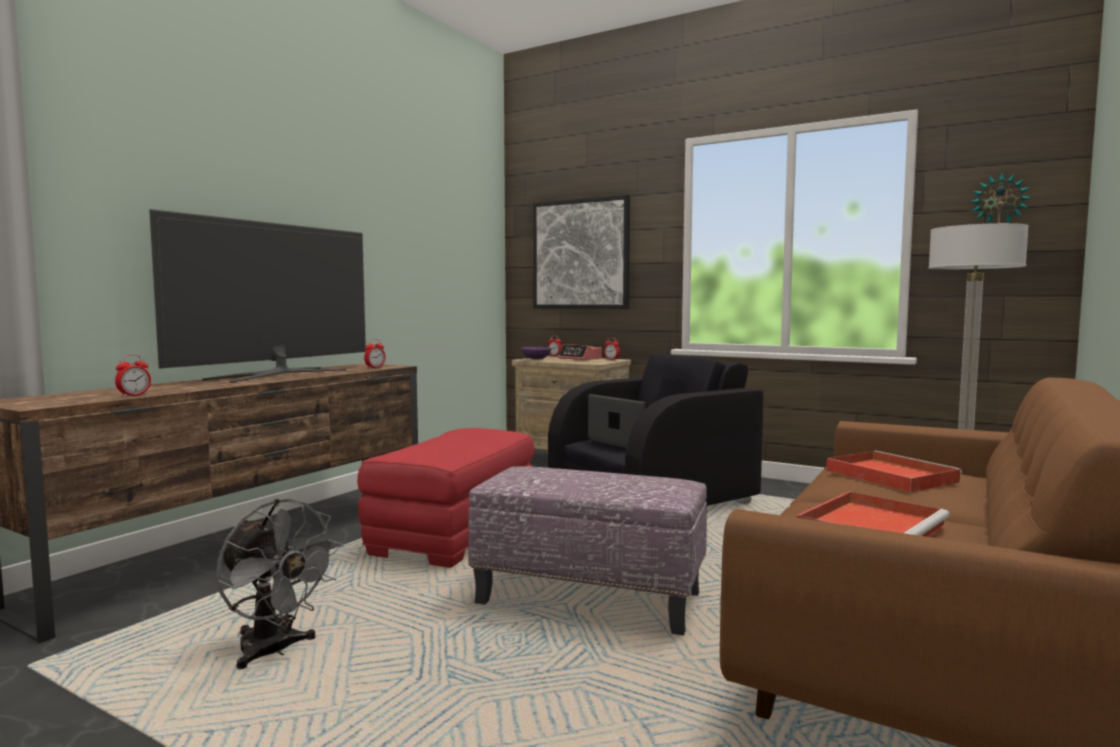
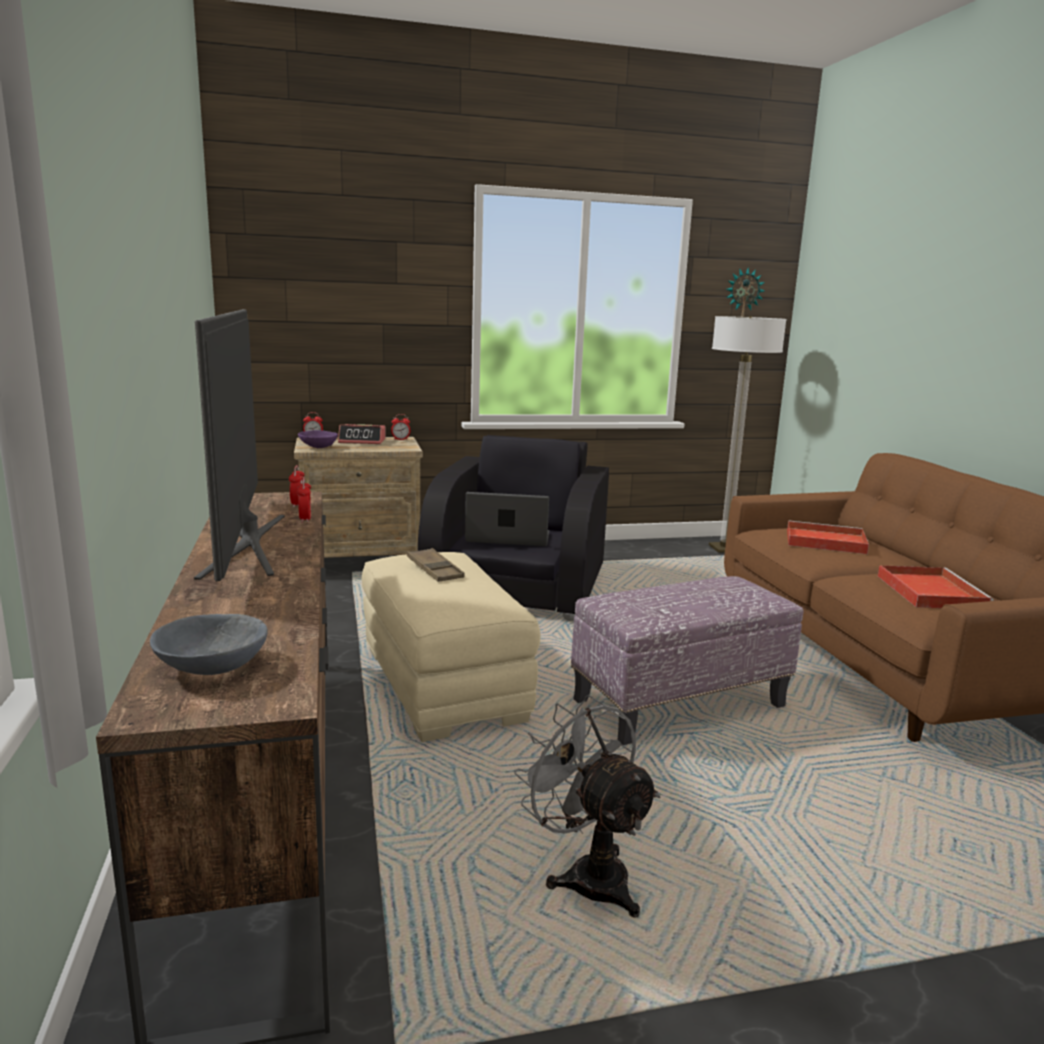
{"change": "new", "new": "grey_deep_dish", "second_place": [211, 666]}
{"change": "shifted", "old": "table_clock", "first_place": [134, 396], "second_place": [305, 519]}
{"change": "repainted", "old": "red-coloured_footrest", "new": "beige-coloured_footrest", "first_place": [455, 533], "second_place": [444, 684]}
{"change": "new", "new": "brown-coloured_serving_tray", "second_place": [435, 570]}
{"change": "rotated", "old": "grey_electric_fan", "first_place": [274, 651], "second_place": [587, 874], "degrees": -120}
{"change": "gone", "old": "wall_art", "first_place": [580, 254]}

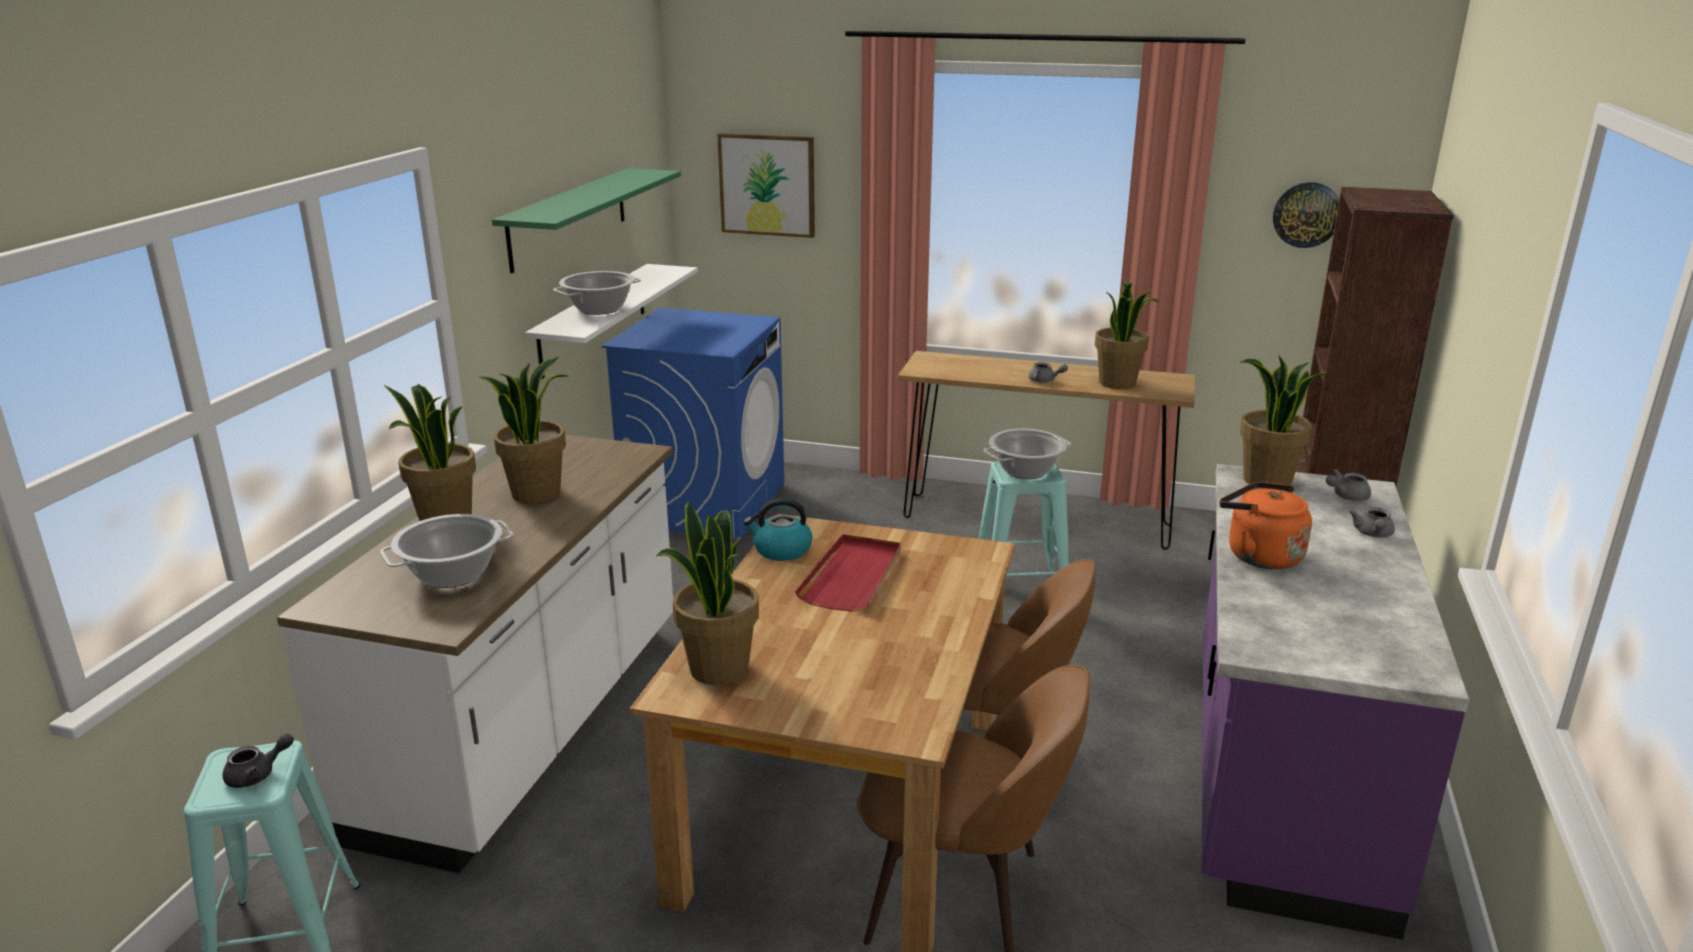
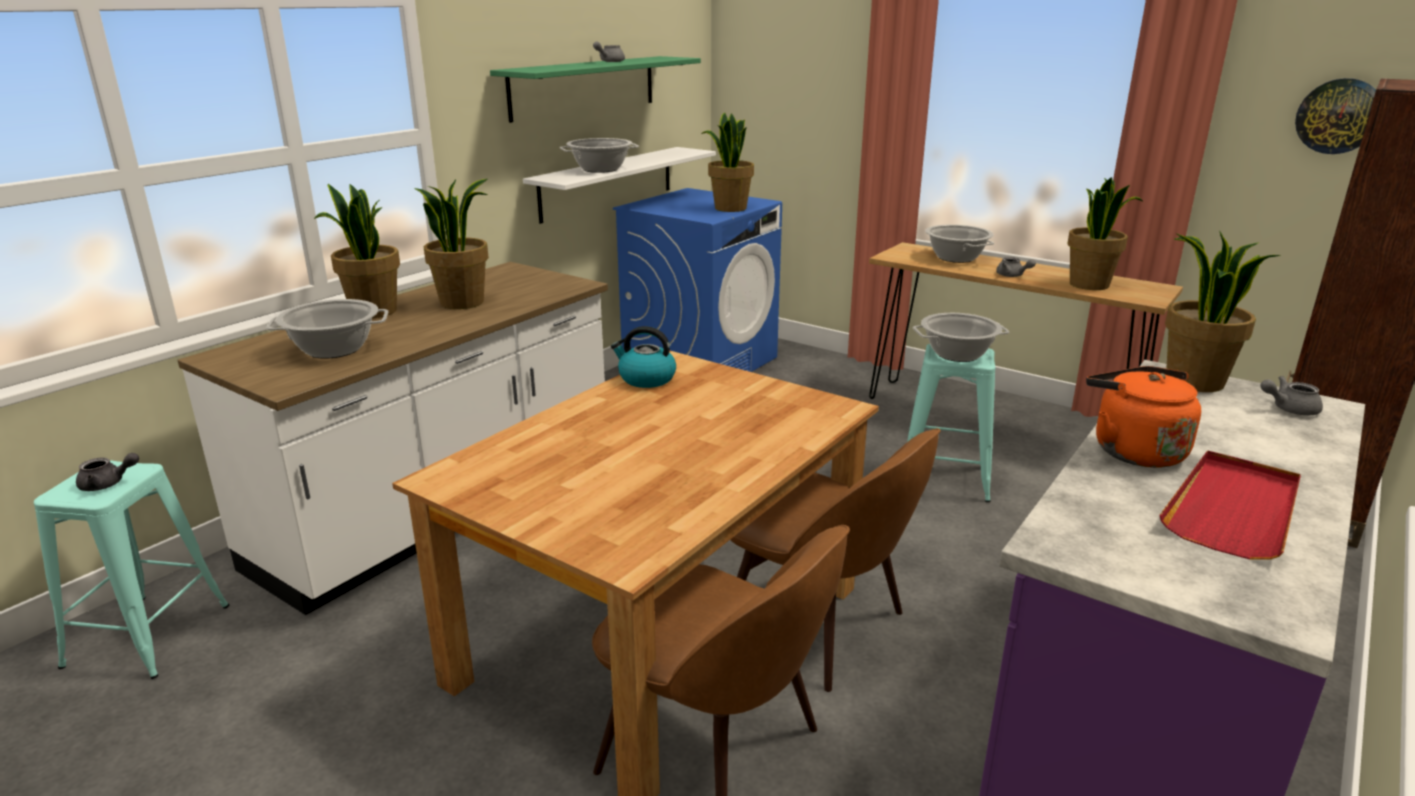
{"change": "shifted", "old": "grey_tea_pot", "first_place": [1372, 534], "second_place": [609, 61]}
{"change": "shifted", "old": "houseplant", "first_place": [717, 668], "second_place": [729, 208]}
{"change": "new", "new": "cooking_pot", "second_place": [955, 258]}
{"change": "shifted", "old": "red-coloured_serving_tray", "first_place": [852, 576], "second_place": [1233, 509]}
{"change": "gone", "old": "wall_art", "first_place": [767, 185]}

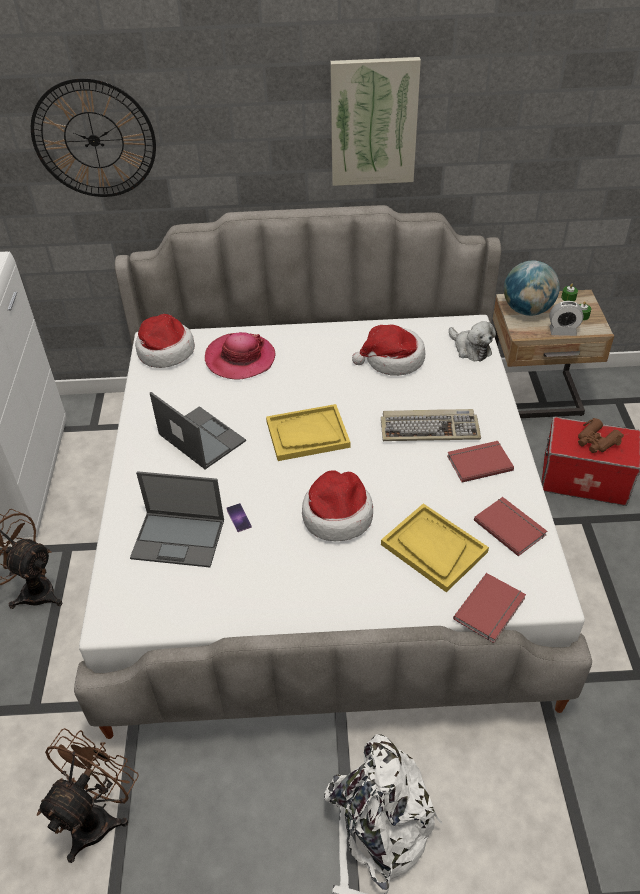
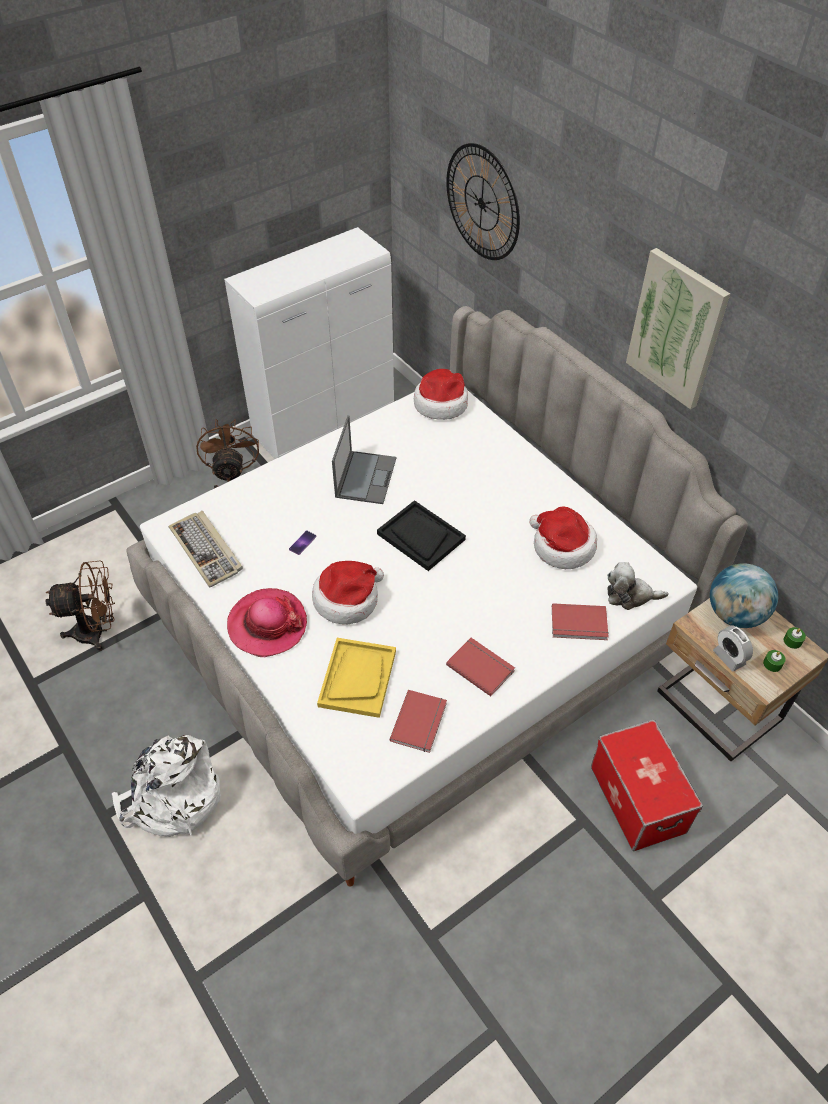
{"change": "shifted", "old": "PC_keyboard", "first_place": [430, 428], "second_place": [207, 550]}
{"change": "shifted", "old": "wearable_hat", "first_place": [240, 358], "second_place": [267, 624]}
{"change": "repainted", "old": "yellowish_serving_tray", "new": "black_serving_tray", "first_place": [307, 434], "second_place": [420, 537]}
{"change": "shifted", "old": "red-coloured_book", "first_place": [491, 609], "second_place": [579, 624]}
{"change": "rotated", "old": "plush_toy", "first_place": [470, 349], "second_place": [630, 595], "degrees": 75}
{"change": "gone", "old": "notebook_computer", "first_place": [179, 539]}
{"change": "gone", "old": "brown-coloured_binoculars", "first_place": [596, 441]}

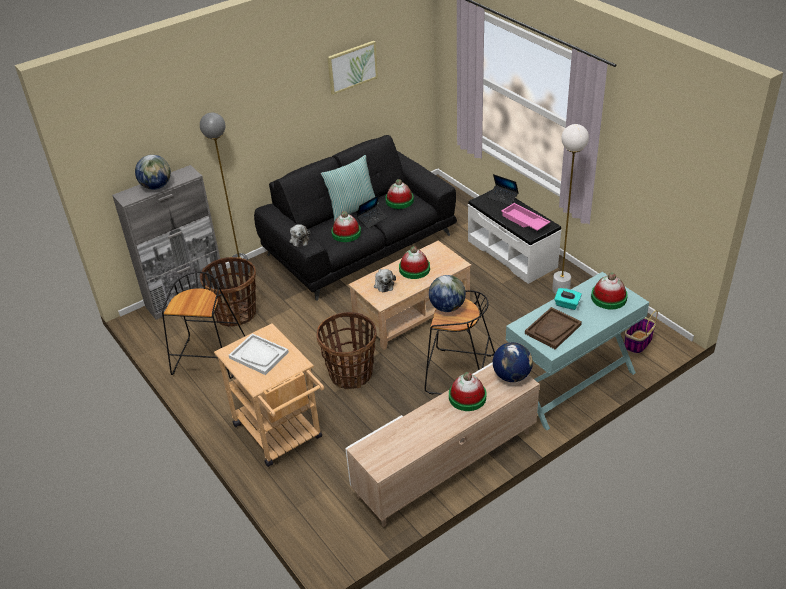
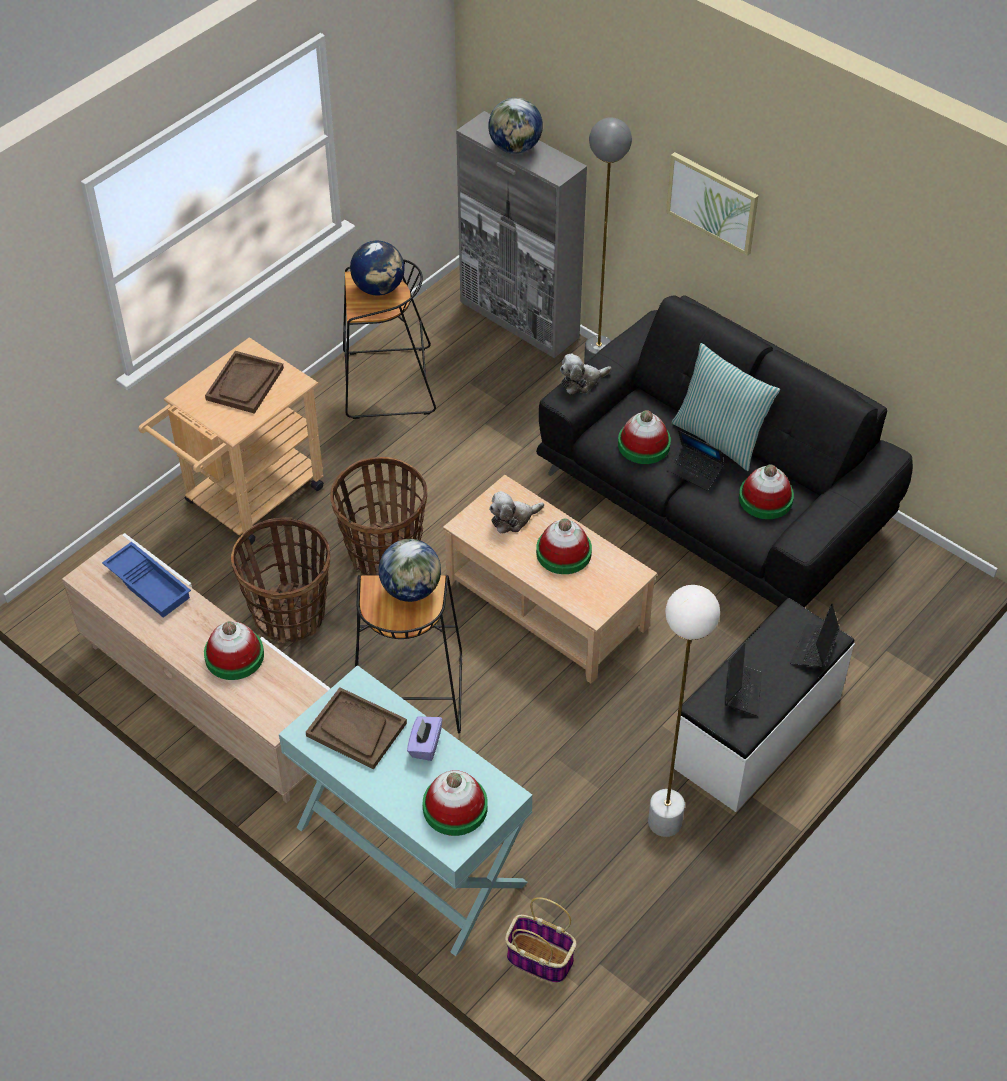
{"change": "new", "new": "blue_serving_tray", "second_place": [149, 583]}
{"change": "repainted", "old": "whitish_serving_tray", "new": "brown-coloured_serving_tray", "first_place": [259, 355], "second_place": [245, 384]}
{"change": "shifted", "old": "basket", "first_place": [236, 314], "second_place": [289, 615]}
{"change": "shifted", "old": "world_globe", "first_place": [512, 376], "second_place": [379, 288]}
{"change": "repainted", "old": "turquoise-coloured_tissue_box", "new": "purplish_tissue_box", "first_place": [567, 304], "second_place": [425, 745]}
{"change": "shifted", "old": "wall_art", "first_place": [352, 67], "second_place": [712, 202]}
{"change": "swapped", "old": "pinkish_serving_tray", "new": "notebook_computer", "first_place": [524, 221], "second_place": [742, 692]}

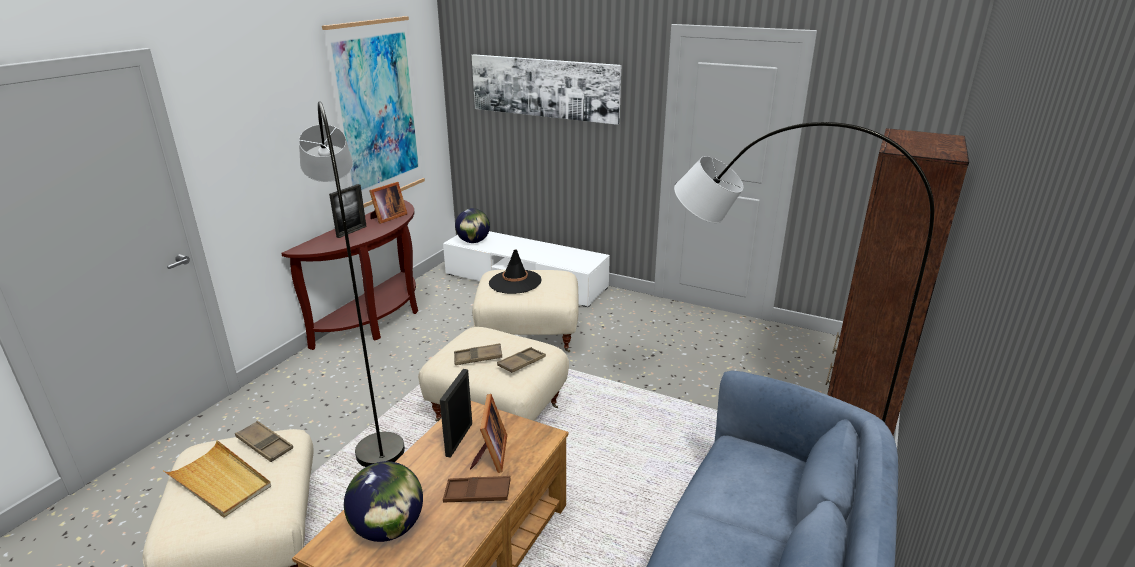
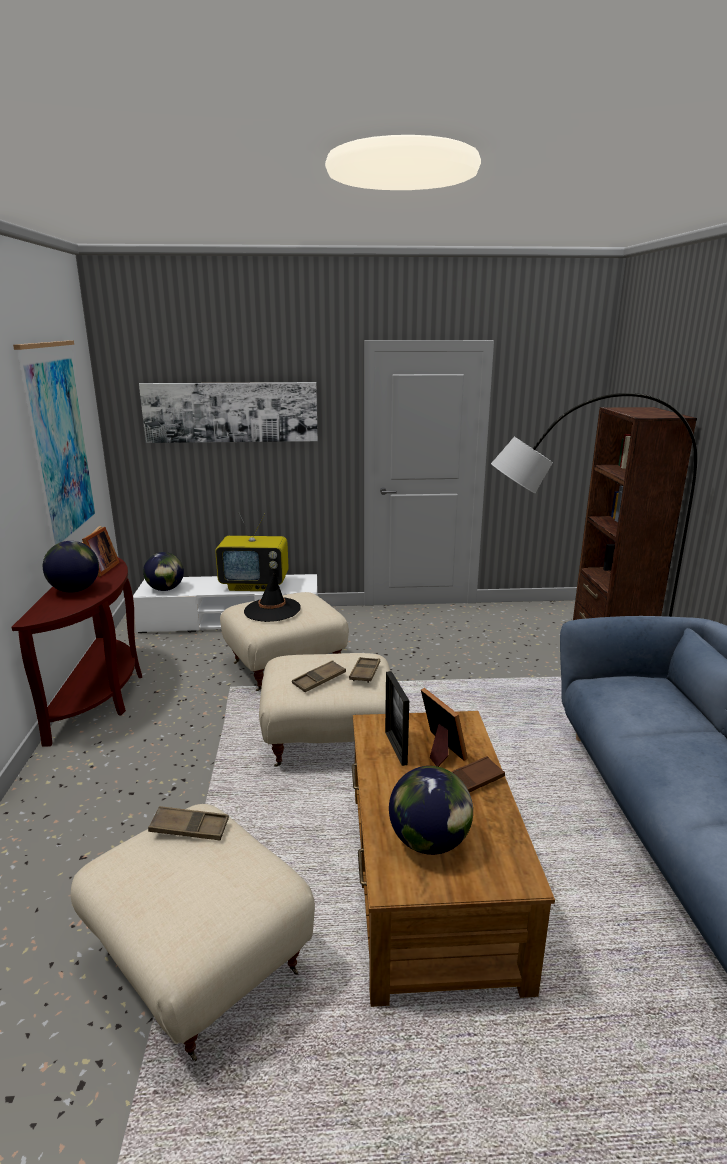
{"change": "swapped", "old": "standing_frame", "new": "world_globe", "first_place": [351, 231], "second_place": [75, 590]}
{"change": "new", "new": "TV_set", "second_place": [255, 585]}
{"change": "gone", "old": "beige-coloured_serving_tray", "first_place": [220, 482]}
{"change": "gone", "old": "grey_floor_lamp", "first_place": [368, 402]}

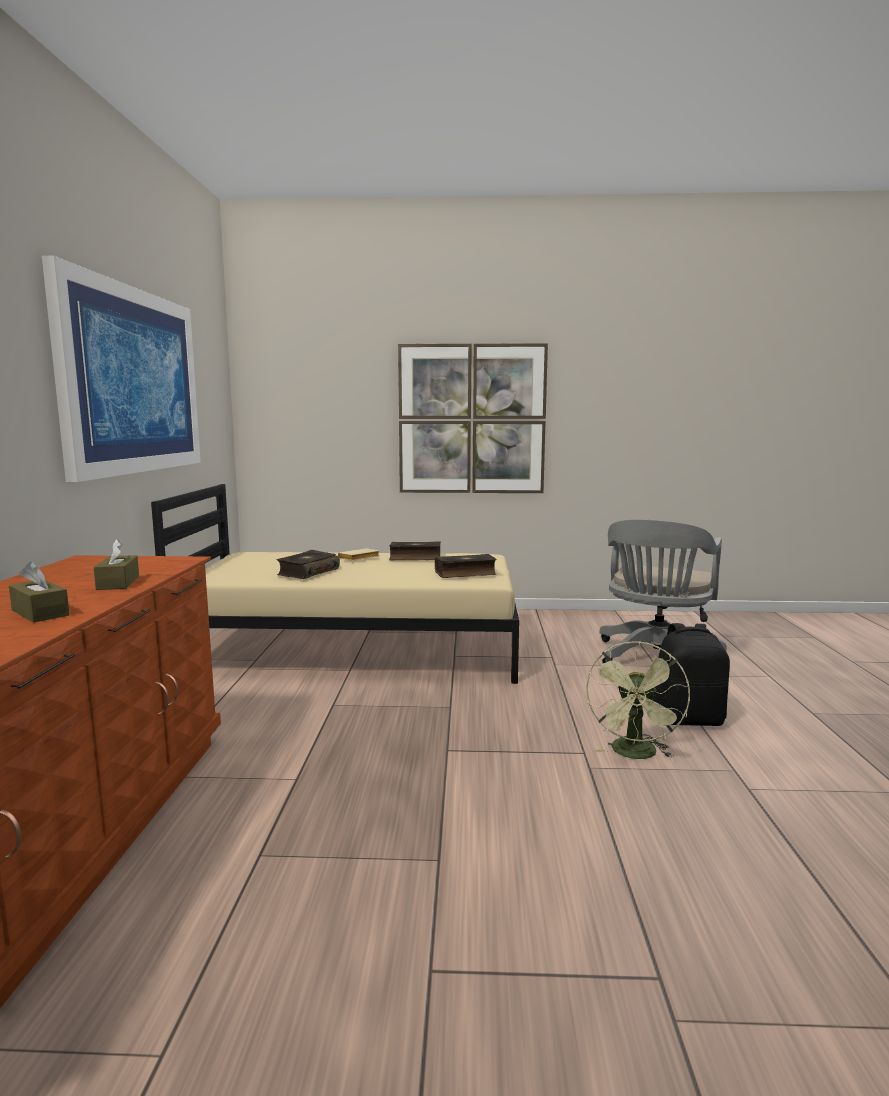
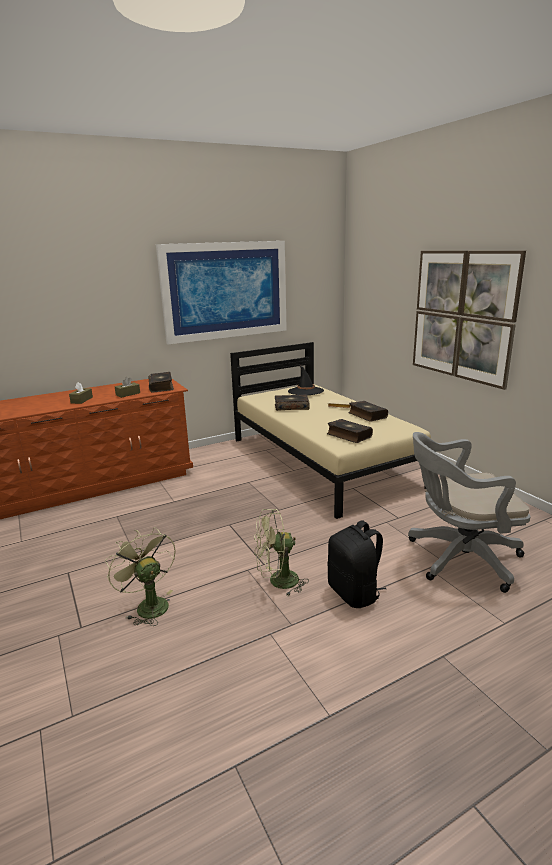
{"change": "new", "new": "green_electric_fan", "second_place": [148, 605]}
{"change": "new", "new": "book", "second_place": [161, 387]}
{"change": "new", "new": "black_wearable_hat", "second_place": [305, 391]}

